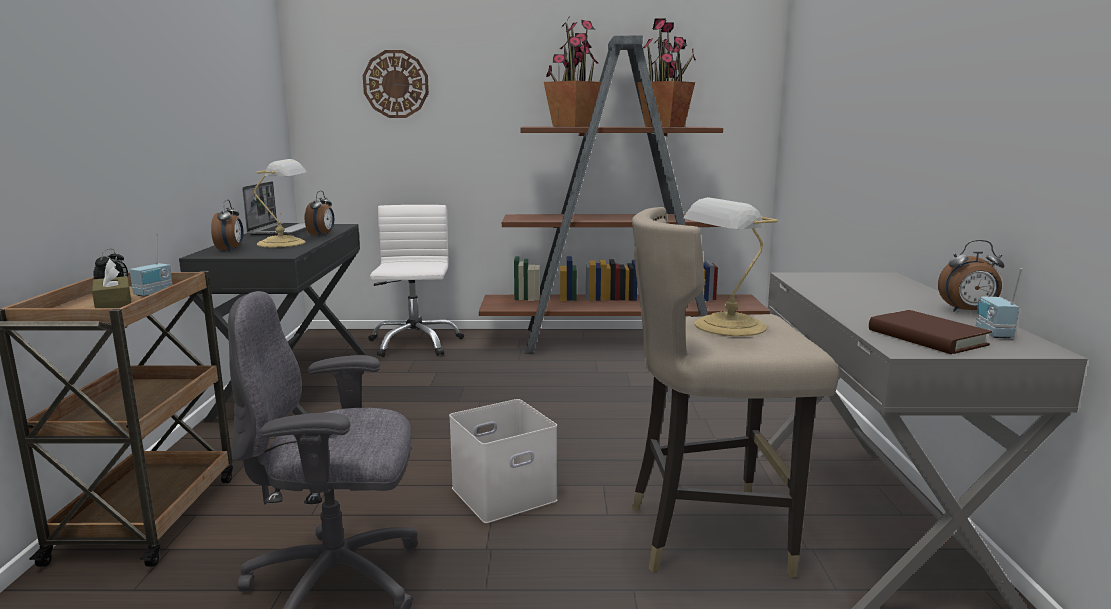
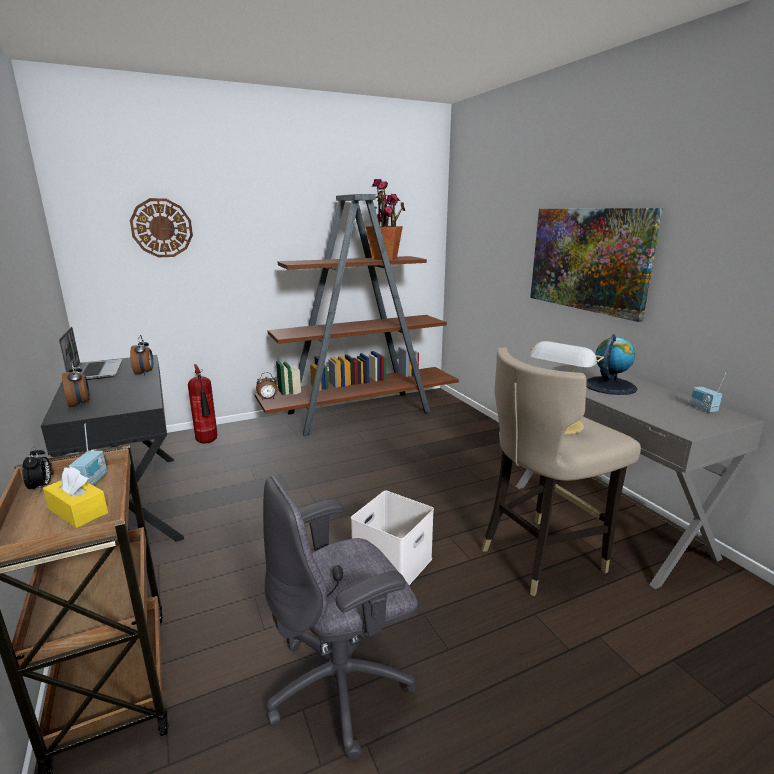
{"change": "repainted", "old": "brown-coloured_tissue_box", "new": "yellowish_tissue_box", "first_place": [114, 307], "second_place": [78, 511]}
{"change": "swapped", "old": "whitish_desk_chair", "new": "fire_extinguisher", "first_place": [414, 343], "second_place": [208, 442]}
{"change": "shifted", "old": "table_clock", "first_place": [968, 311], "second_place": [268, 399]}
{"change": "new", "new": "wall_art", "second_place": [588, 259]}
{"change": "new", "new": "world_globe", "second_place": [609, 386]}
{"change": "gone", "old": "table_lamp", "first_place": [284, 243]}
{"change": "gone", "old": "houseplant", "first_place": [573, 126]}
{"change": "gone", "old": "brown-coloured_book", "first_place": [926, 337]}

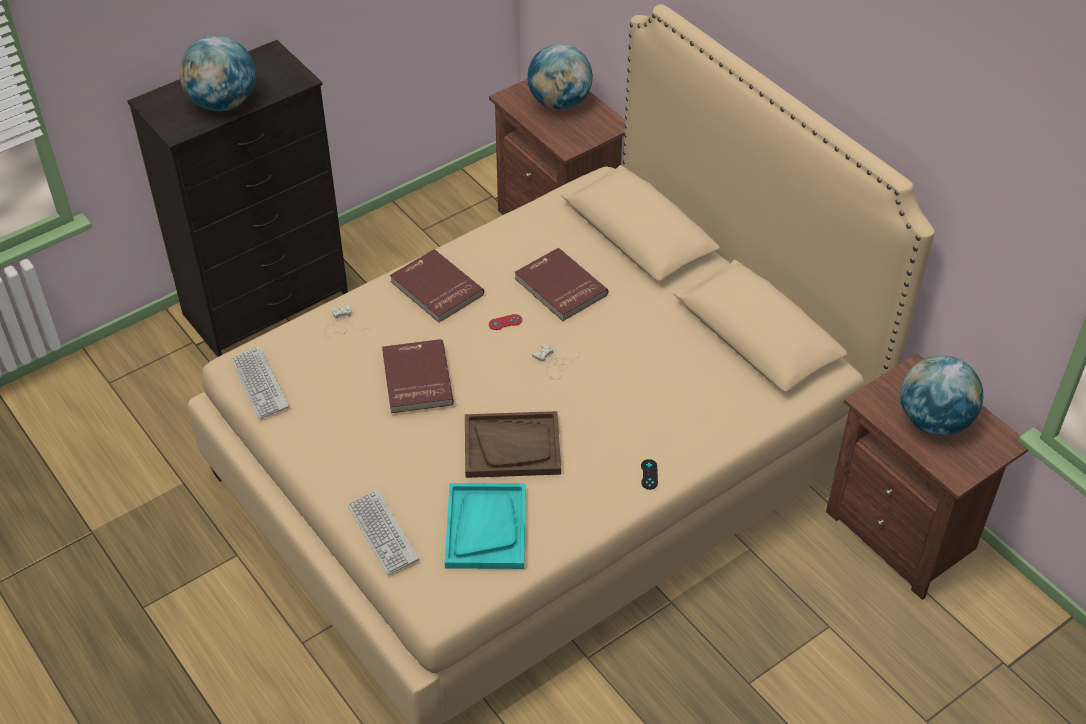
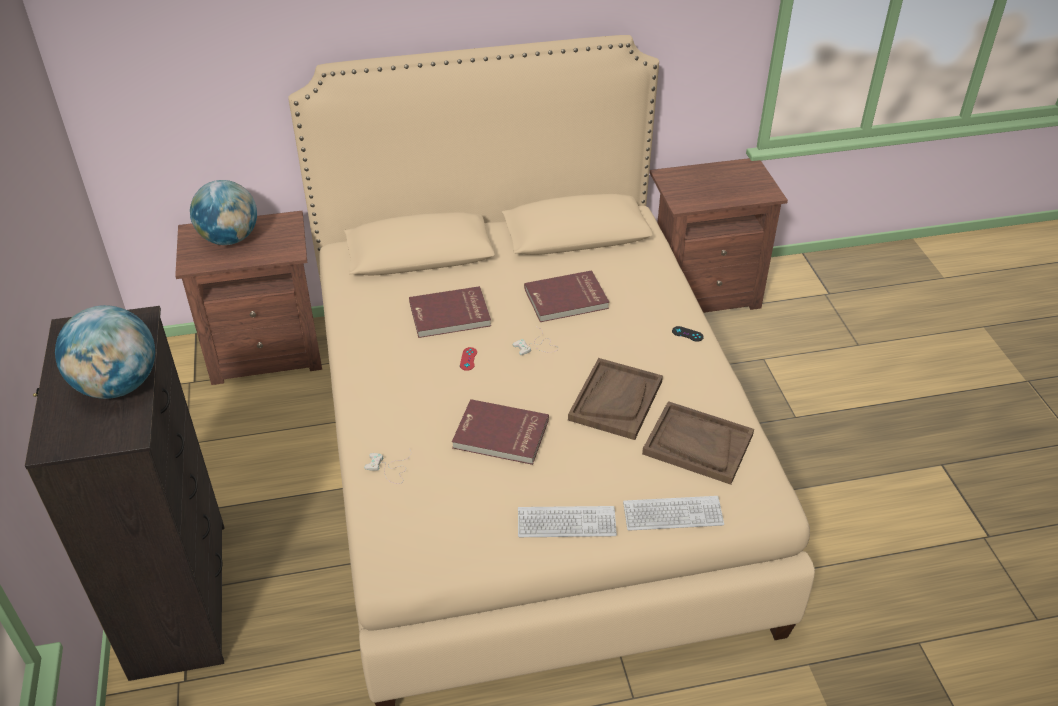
{"change": "shifted", "old": "PC_keyboard", "first_place": [259, 384], "second_place": [566, 523]}
{"change": "shifted", "old": "red-coloured_book", "first_place": [435, 289], "second_place": [566, 299]}
{"change": "repainted", "old": "turquoise-coloured_serving_tray", "new": "brown-coloured_serving_tray", "first_place": [486, 527], "second_place": [697, 444]}
{"change": "gone", "old": "world_globe", "first_place": [933, 421]}

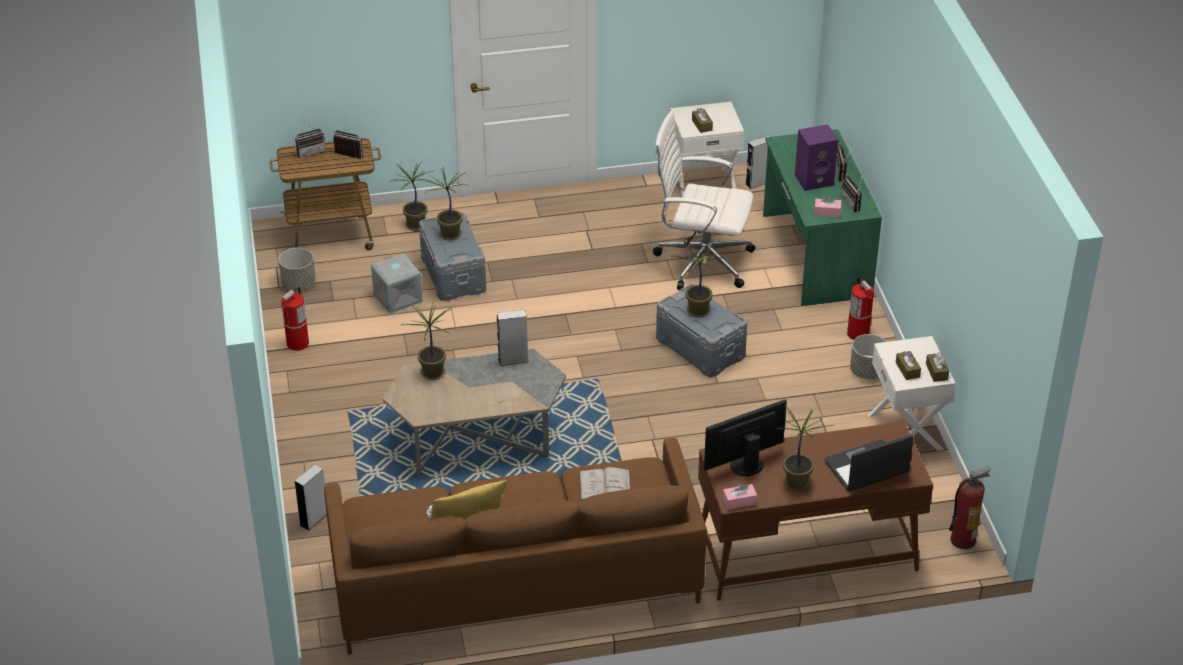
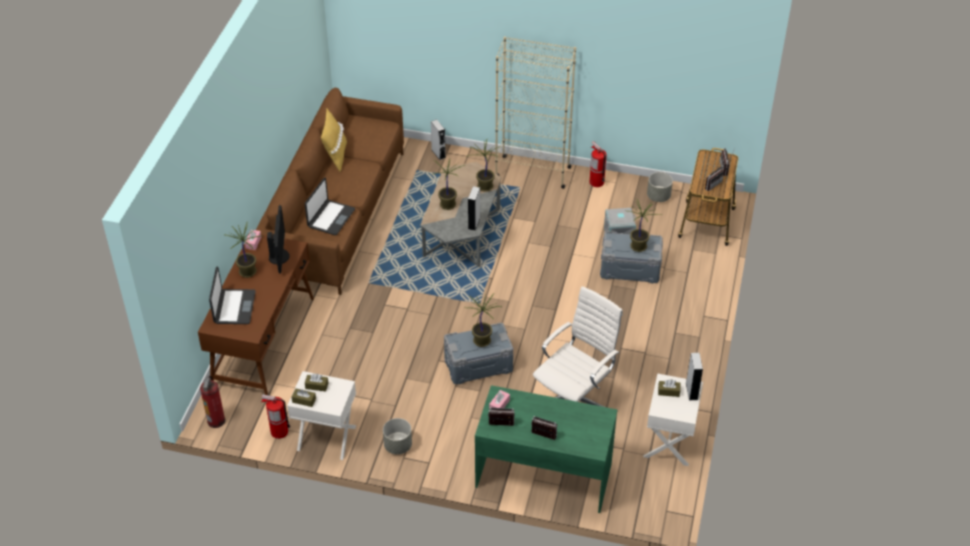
{"change": "shifted", "old": "fire_extinguisher", "first_place": [858, 334], "second_place": [279, 432]}
{"change": "swapped", "old": "whitish_book", "new": "notebook_computer", "first_place": [605, 485], "second_place": [330, 218]}
{"change": "shifted", "old": "houseplant", "first_place": [415, 225], "second_place": [447, 204]}
{"change": "new", "new": "beige-coloured_bookcase", "second_place": [532, 172]}
{"change": "shifted", "old": "grey_speaker", "first_place": [758, 183], "second_place": [691, 391]}
{"change": "gone", "old": "purplish_speaker", "first_place": [814, 179]}

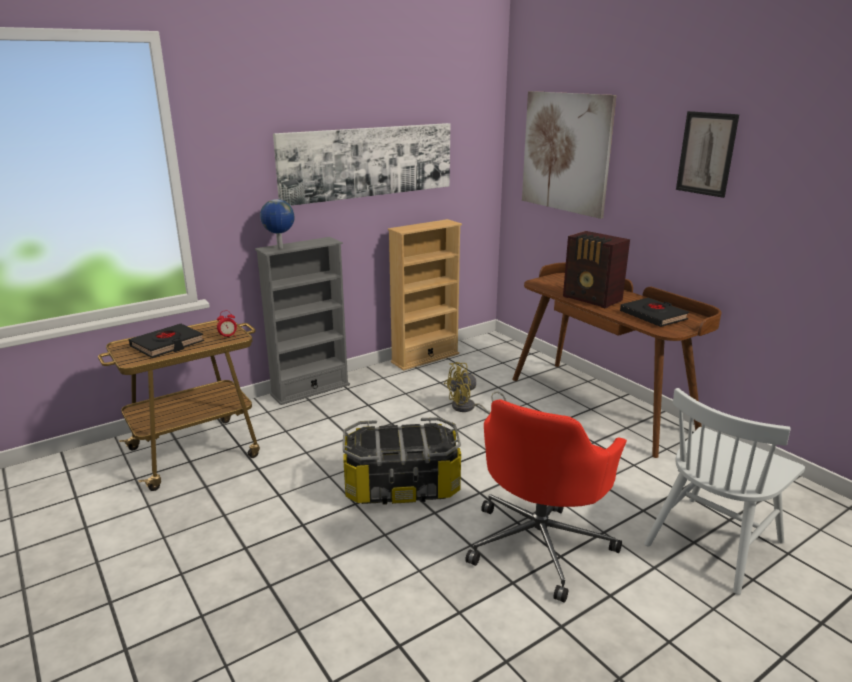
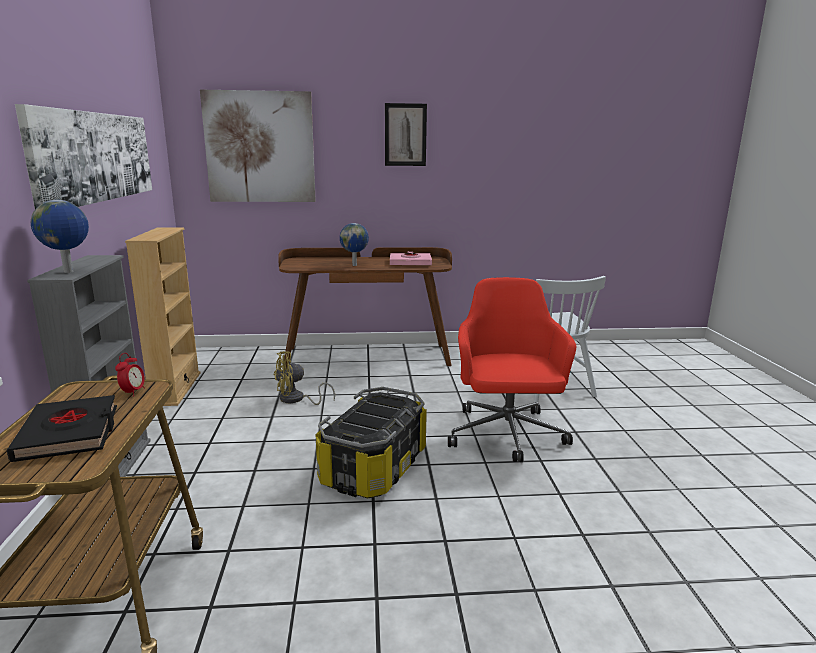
{"change": "rotated", "old": "yellowish_electric_fan", "first_place": [468, 408], "second_place": [296, 399], "degrees": 60}
{"change": "swapped", "old": "radio_receiver", "new": "world_globe", "first_place": [592, 299], "second_place": [355, 265]}
{"change": "repainted", "old": "black_book", "new": "pinkish_book", "first_place": [653, 316], "second_place": [410, 263]}
{"change": "rotated", "old": "red-coloured_desk_chair", "first_place": [540, 543], "second_place": [506, 435], "degrees": -150}

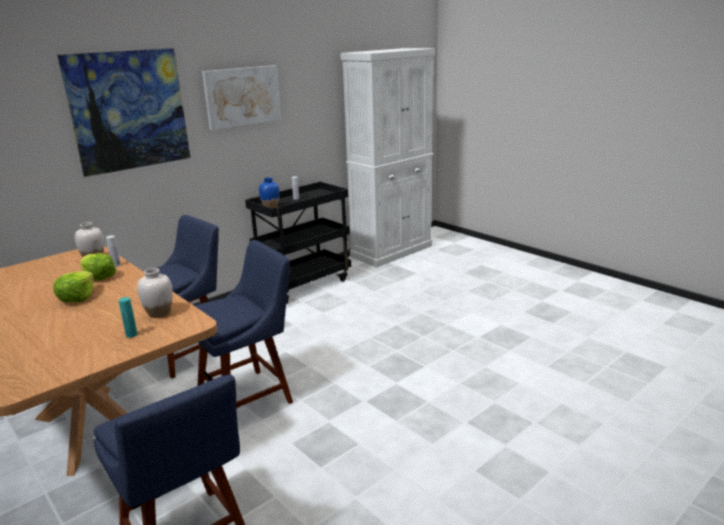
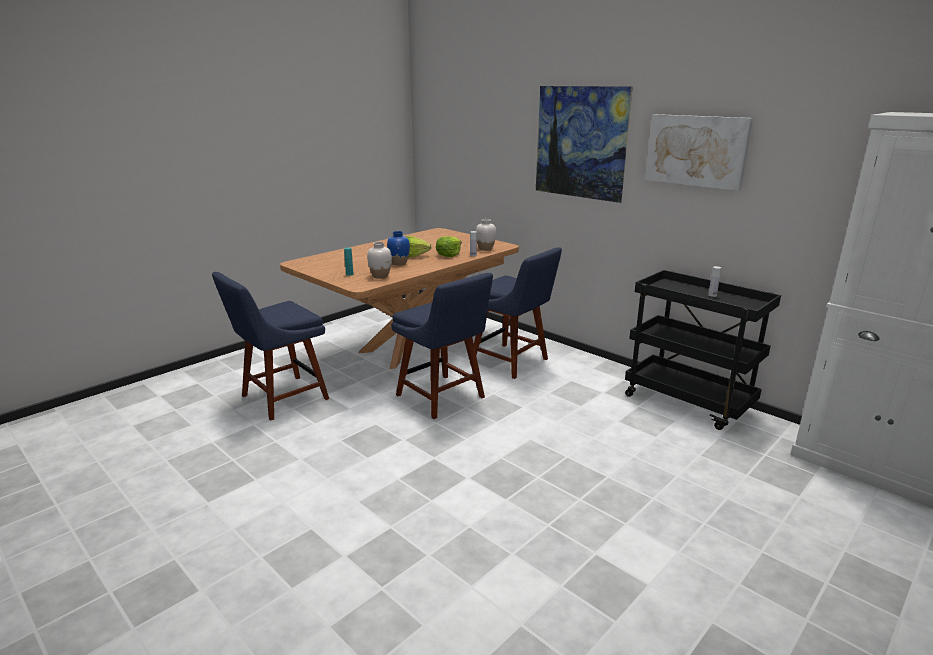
{"change": "shifted", "old": "blue_vase", "first_place": [270, 207], "second_place": [399, 263]}

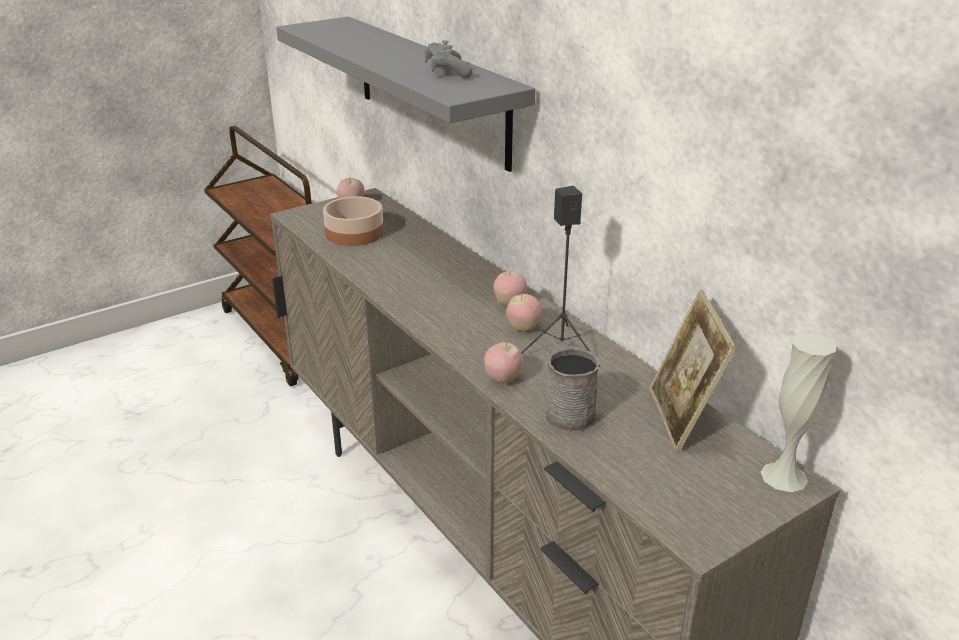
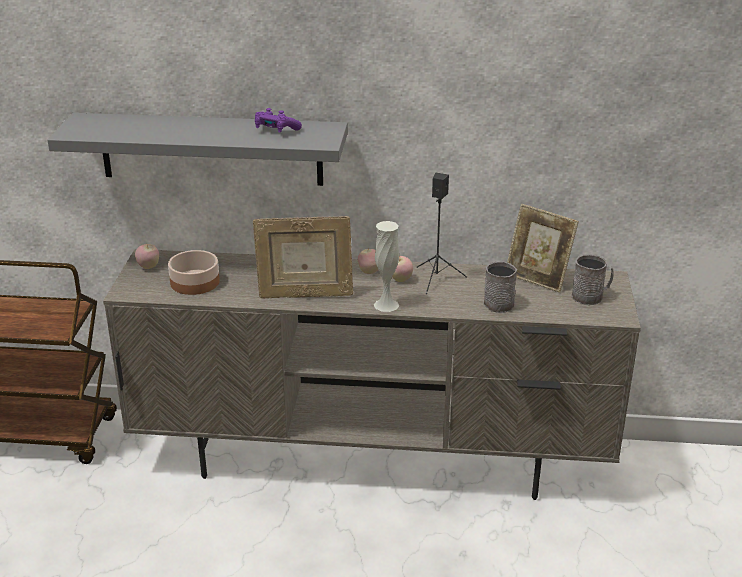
{"change": "new", "new": "standing_frame", "second_place": [305, 295]}
{"change": "repainted", "old": "grey_joypad", "new": "purplish_joypad", "first_place": [447, 72], "second_place": [275, 130]}
{"change": "shifted", "old": "whitish_vase", "first_place": [784, 476], "second_place": [386, 305]}
{"change": "new", "new": "grey_mug", "second_place": [591, 296]}
{"change": "gone", "old": "whole_apple", "first_place": [502, 379]}

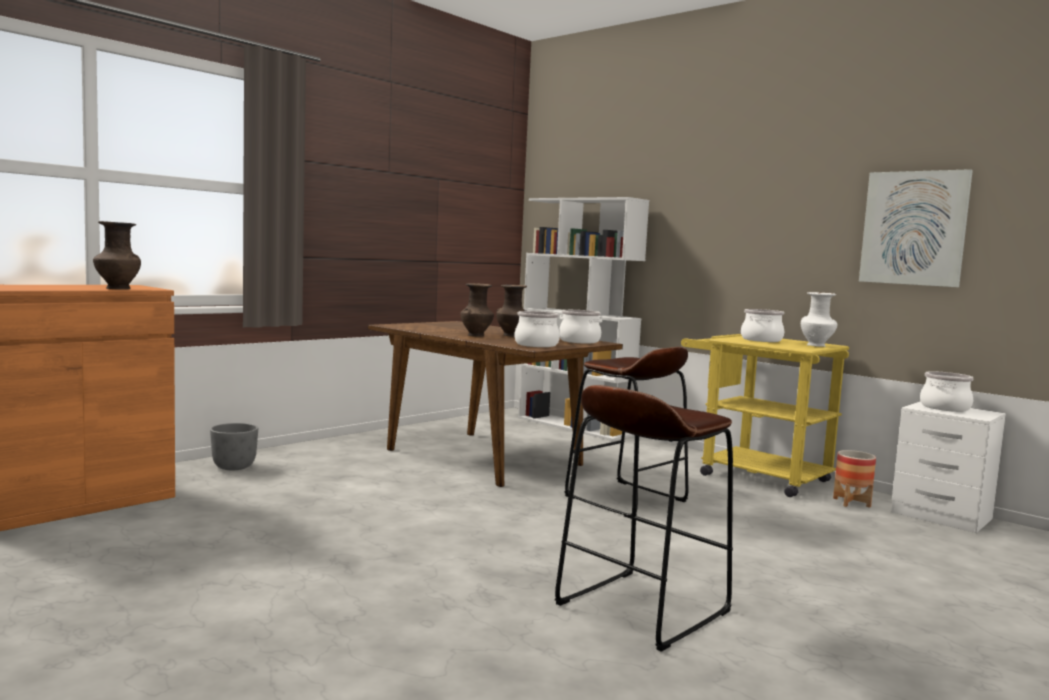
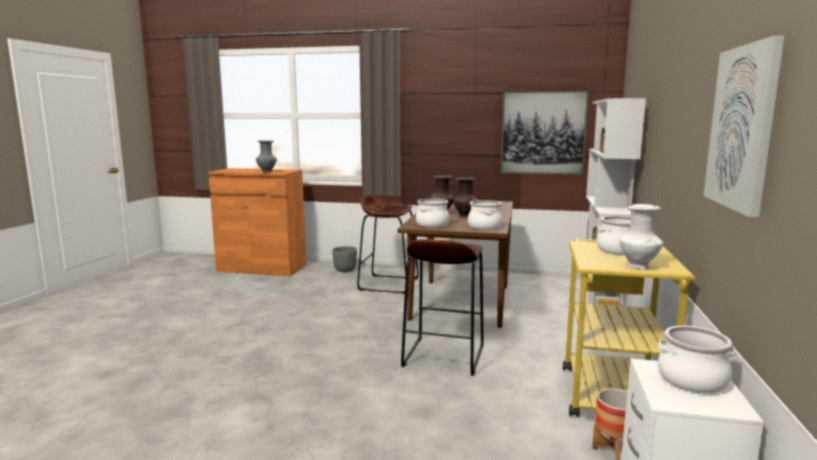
{"change": "repainted", "old": "brown-coloured_vase", "new": "grey_vase", "first_place": [117, 288], "second_place": [266, 172]}
{"change": "shifted", "old": "brown-coloured_stool", "first_place": [641, 608], "second_place": [388, 284]}
{"change": "new", "new": "wall_art", "second_place": [543, 133]}

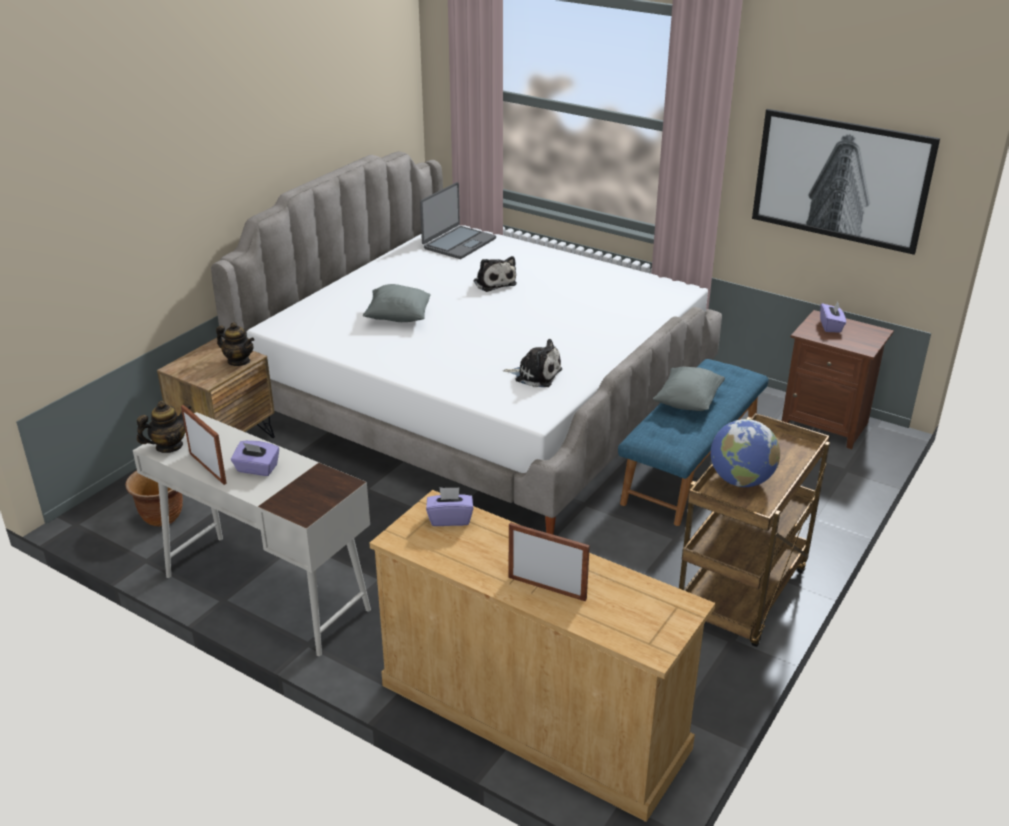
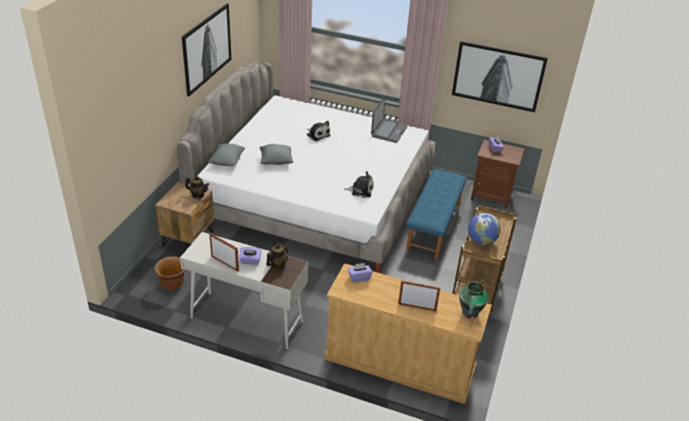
{"change": "new", "new": "wall_art", "second_place": [207, 48]}
{"change": "shifted", "old": "grey_throw_pillow", "first_place": [688, 402], "second_place": [227, 161]}
{"change": "shifted", "old": "tea_pot", "first_place": [169, 446], "second_place": [277, 264]}
{"change": "shifted", "old": "notebook_computer", "first_place": [458, 243], "second_place": [388, 131]}
{"change": "new", "new": "vase", "second_place": [469, 314]}

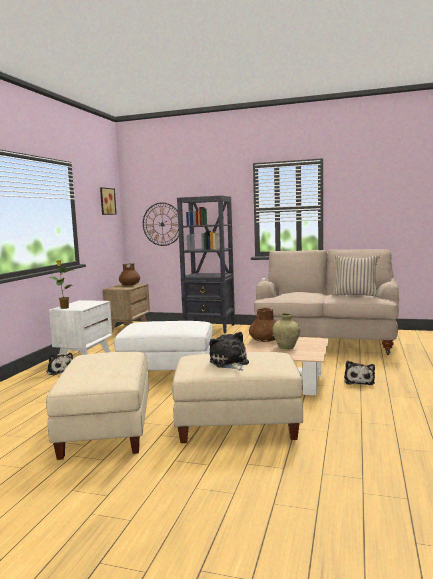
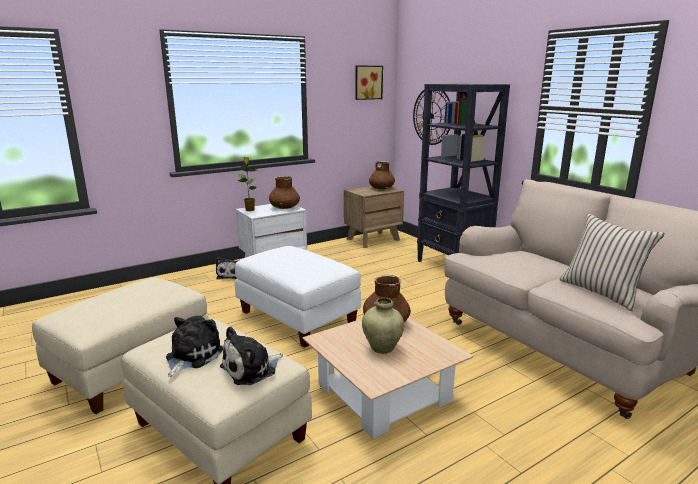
{"change": "shifted", "old": "plush_toy", "first_place": [359, 381], "second_place": [251, 369]}
{"change": "new", "new": "brown-coloured_vase", "second_place": [284, 207]}

